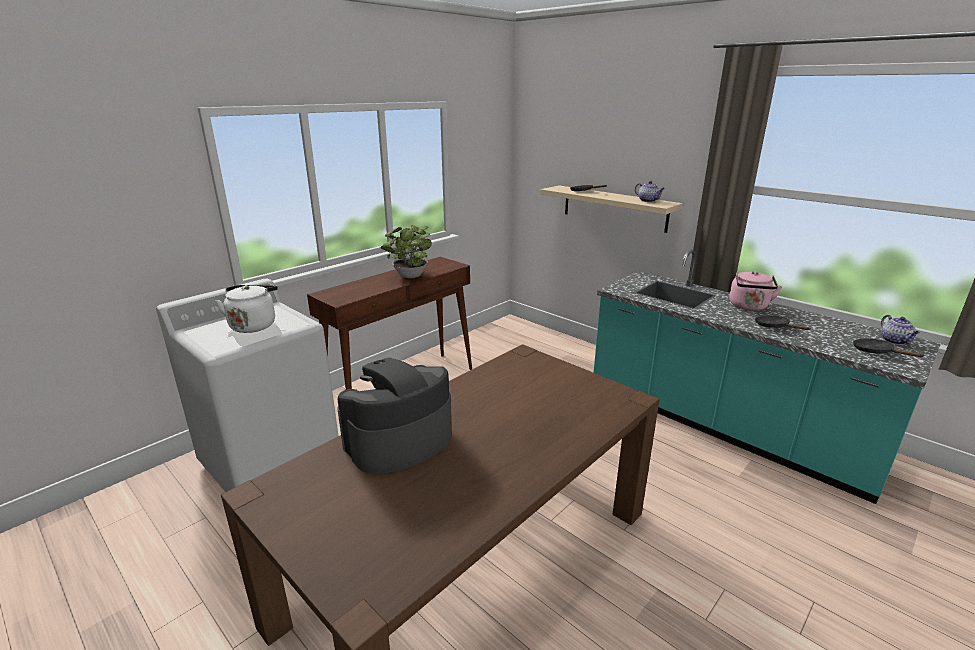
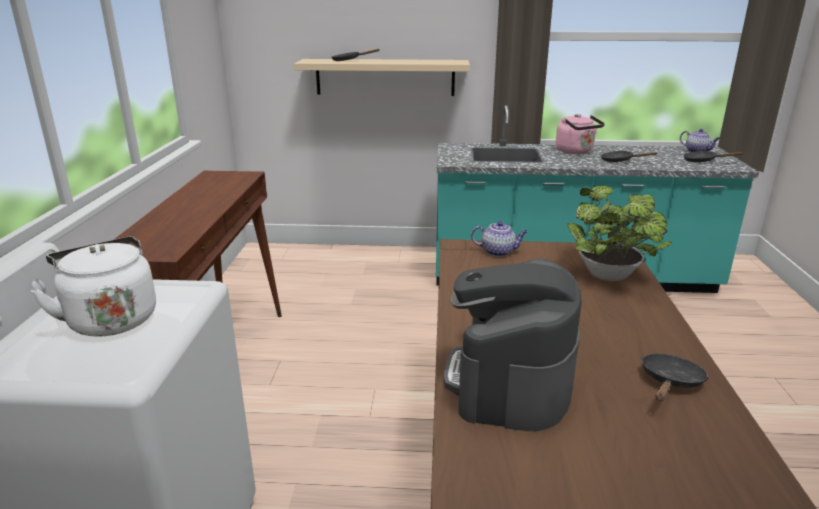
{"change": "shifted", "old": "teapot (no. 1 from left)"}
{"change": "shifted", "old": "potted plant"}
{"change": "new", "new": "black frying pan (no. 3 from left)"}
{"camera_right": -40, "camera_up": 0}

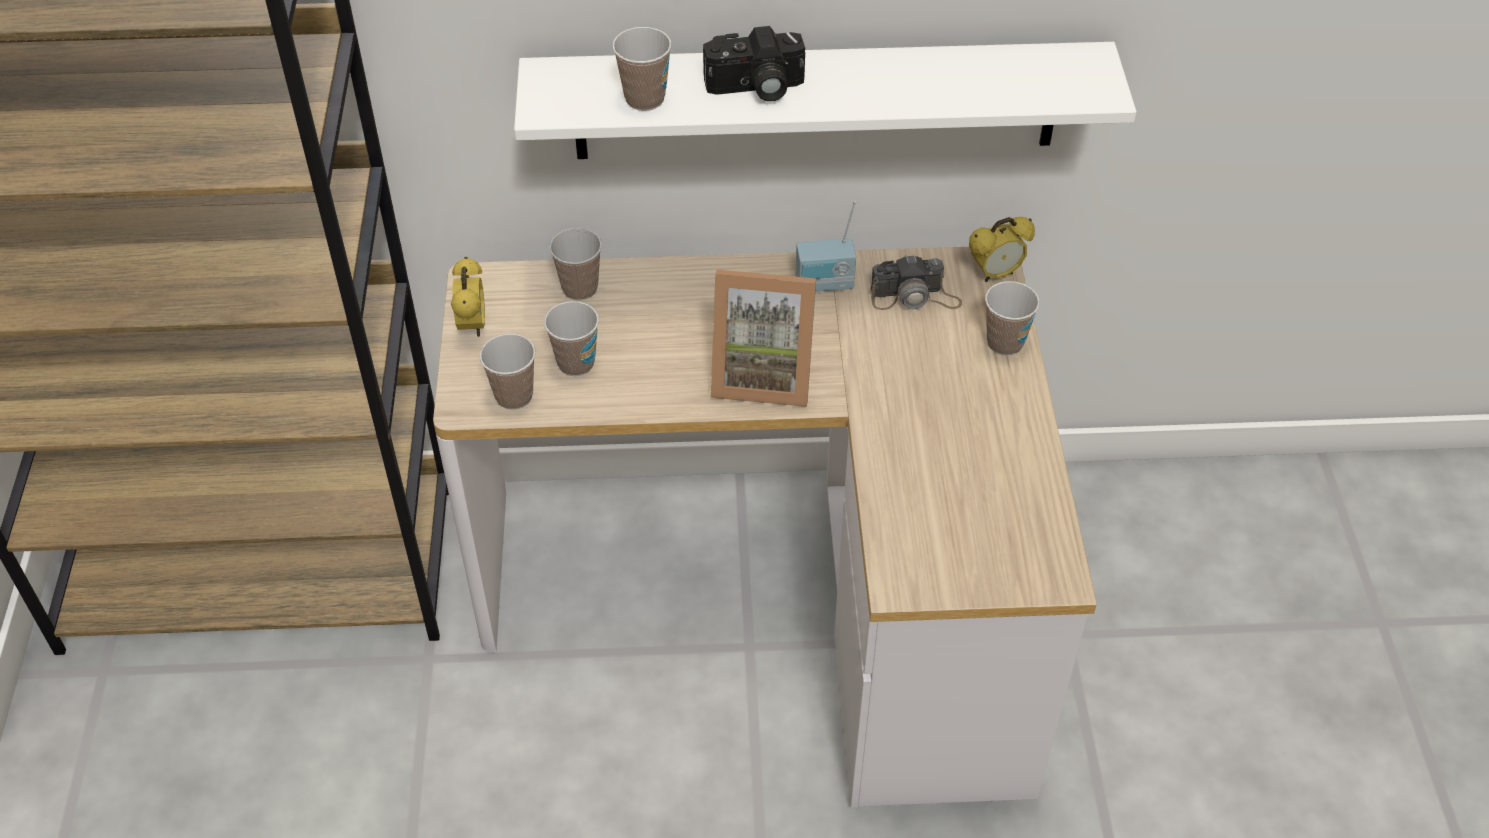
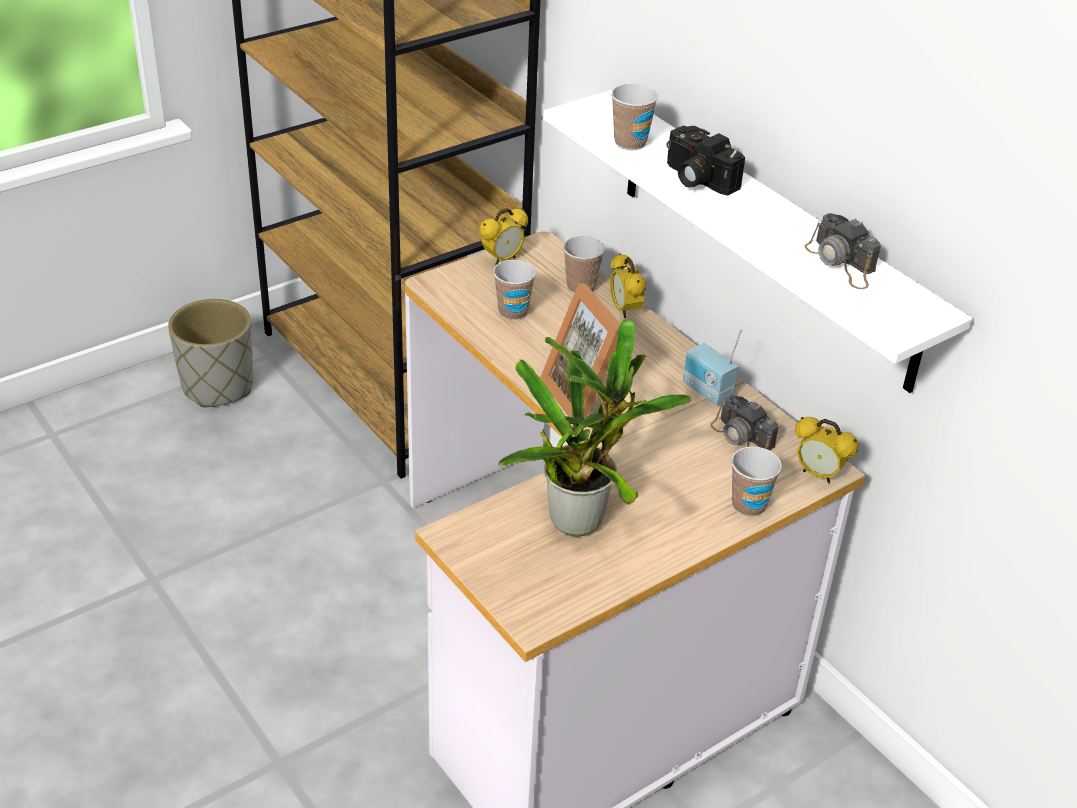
{"change": "new", "new": "grey planter"}
{"change": "new", "new": "potted plant"}
{"change": "new", "new": "alarm clock (no. 2 from left)"}
{"change": "new", "new": "photo camera (no. 3 from left)"}
{"change": "gone", "old": "cup (no. 1 from left)"}
{"camera_right": 55, "camera_up": -10}

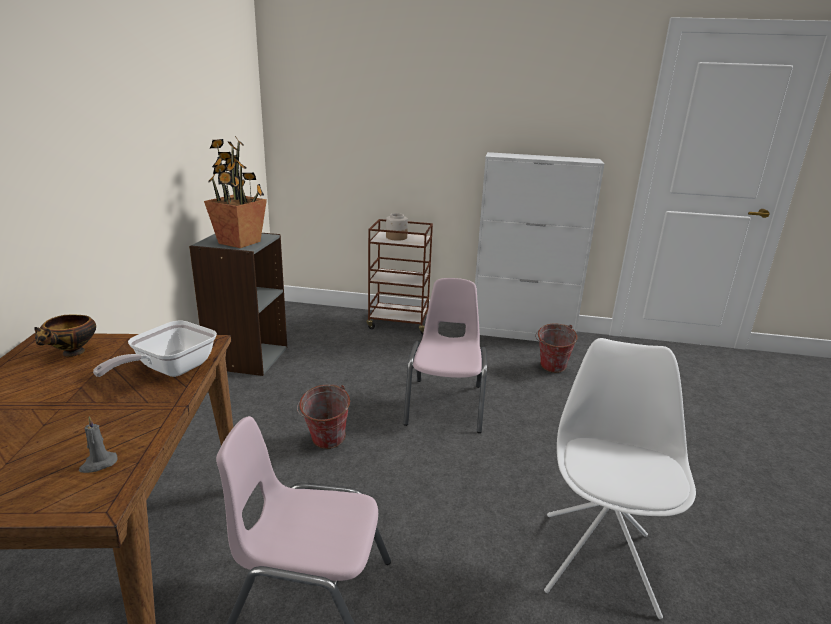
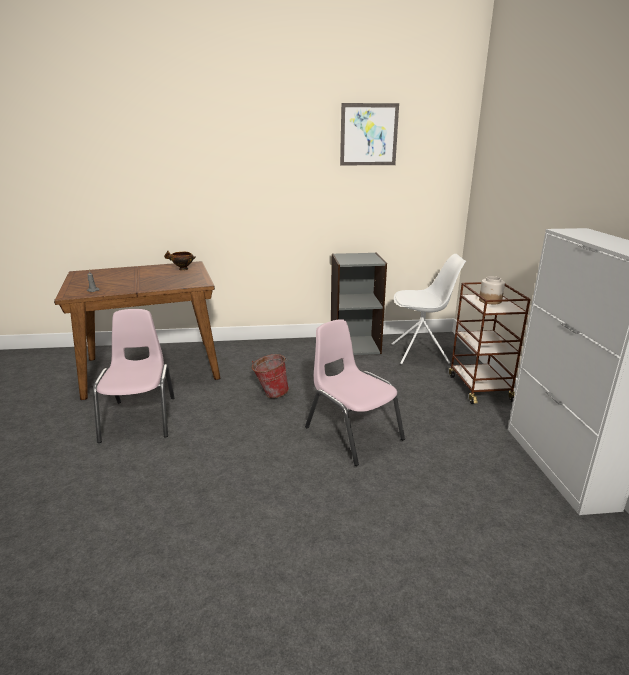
{"change": "rotated", "old": "pink chair (no. 2 from left)", "degrees": -120}
{"change": "new", "new": "picture"}
{"change": "shifted", "old": "white chair"}
{"change": "gone", "old": "frying pan"}
{"change": "gone", "old": "potted plant"}
{"change": "gone", "old": "bucket (no. 2 from left)"}
{"camera_right": 75, "camera_up": 0}

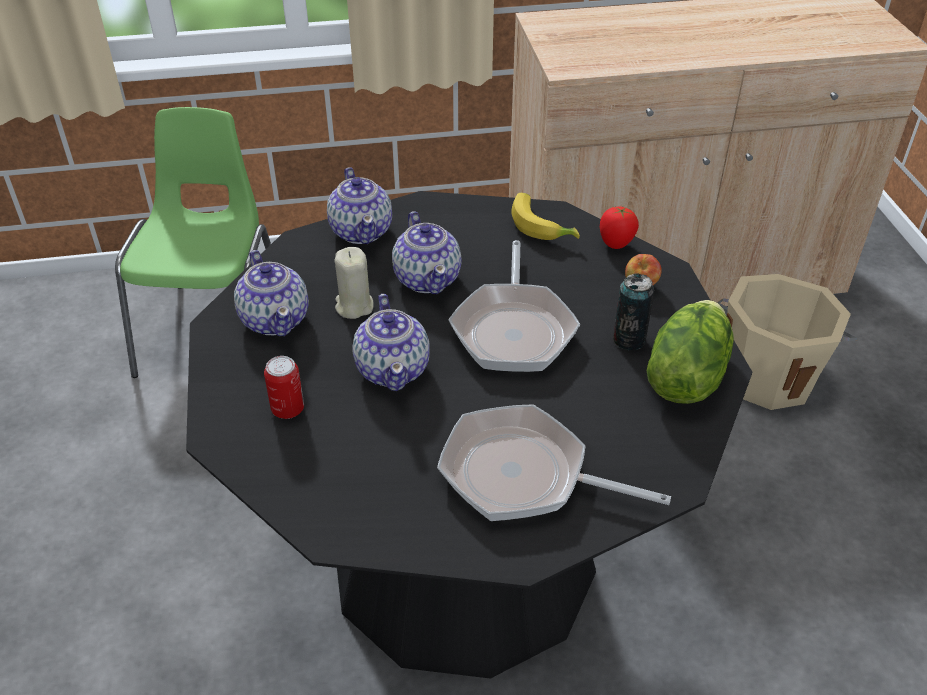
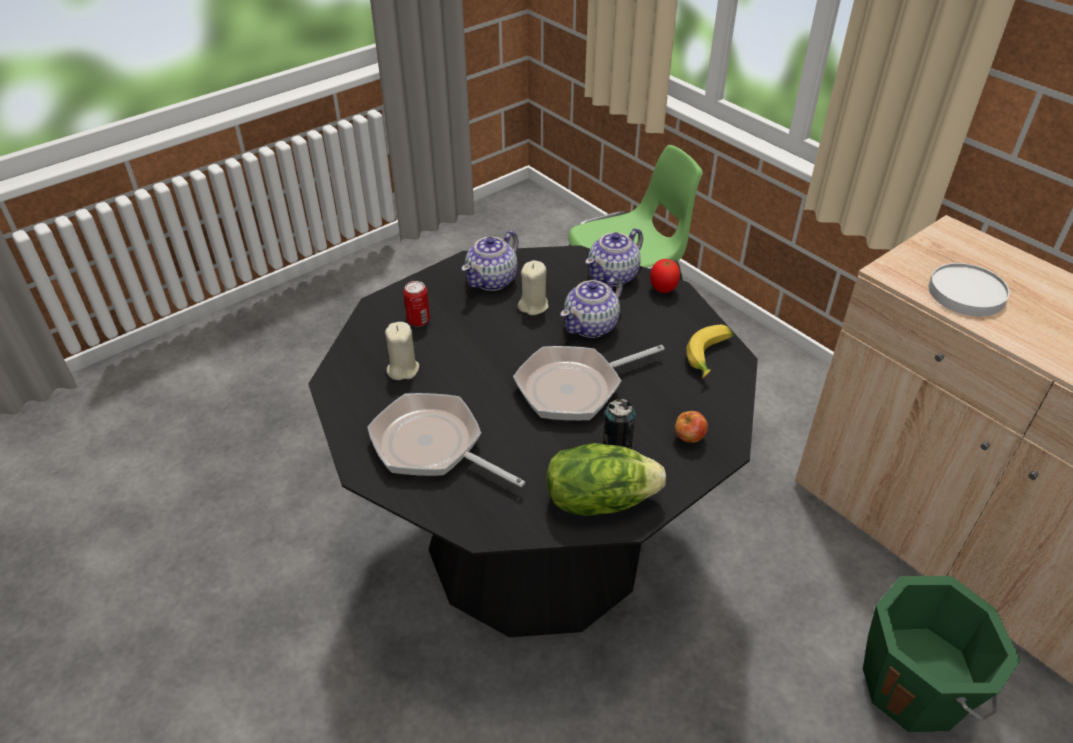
{"change": "rotated", "old": "frying pan (no. 2 from left in the first image)", "degrees": -45}
{"change": "new", "new": "beige candle (no. 1 from left)"}
{"change": "shifted", "old": "tomato"}
{"change": "repainted", "old": "beige bucket", "new": "green bucket"}
{"change": "new", "new": "white plate"}
{"change": "gone", "old": "teapot (no. 3 from left)"}
{"camera_right": 60, "camera_up": 0}

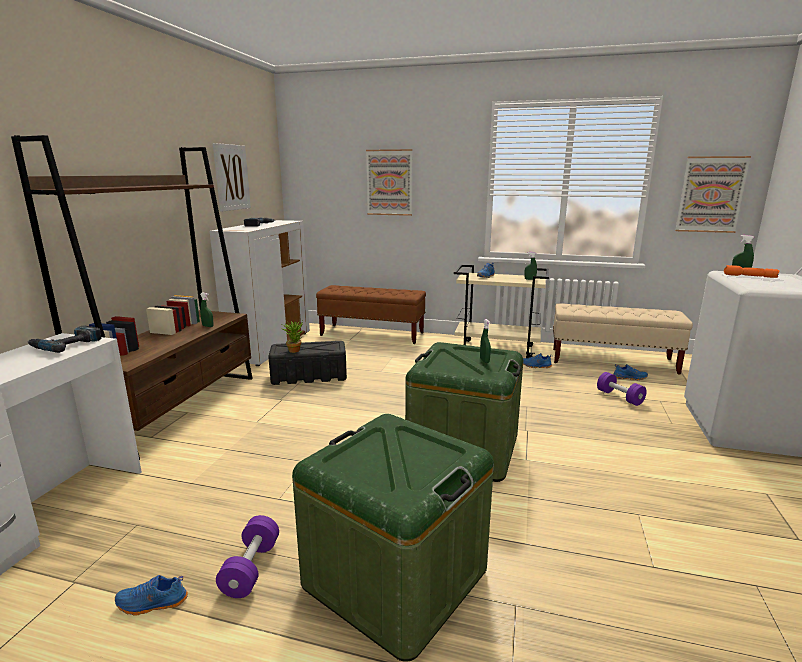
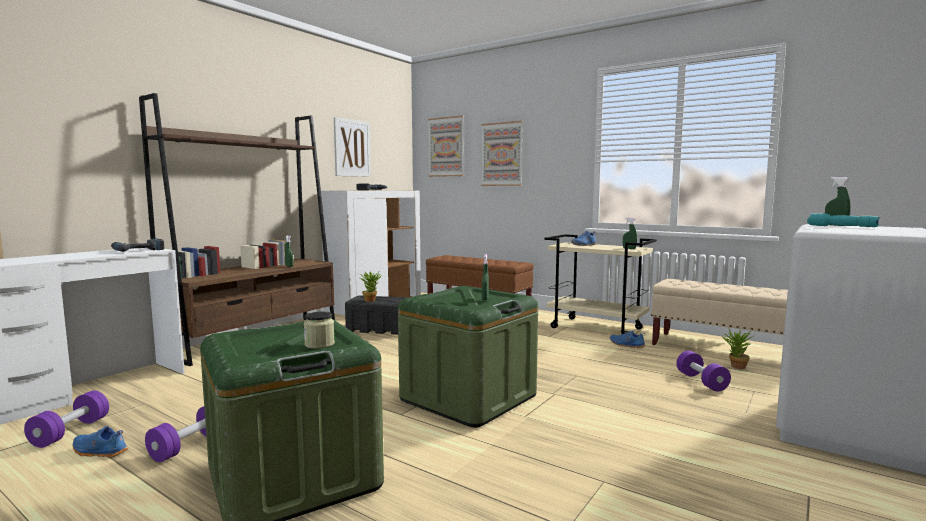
{"change": "new", "new": "purple dumbbell (no. 1 from left)"}
{"change": "new", "new": "jar"}
{"change": "shifted", "old": "picture (no. 3 from left in the first image)", "new": "picture (no. 2 from left)"}
{"change": "swapped", "old": "blue shoe (no. 4 from left)", "new": "potted plant (no. 2 from left)"}
{"change": "repainted", "old": "orange flashlight", "new": "turquoise flashlight"}
{"camera_right": 20, "camera_up": -10}

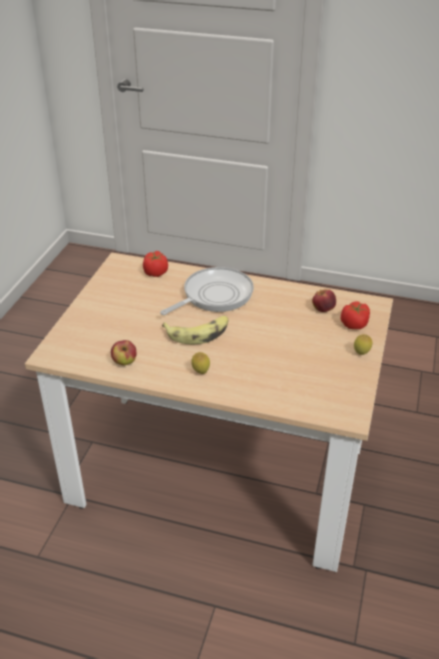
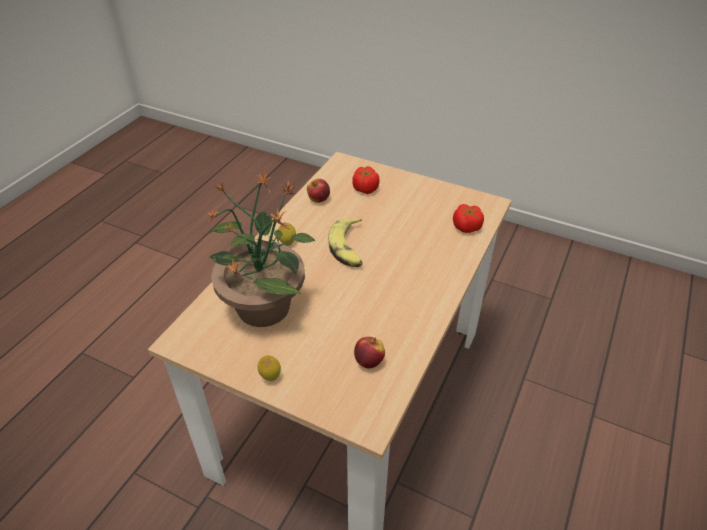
{"change": "new", "new": "potted plant"}
{"change": "shifted", "old": "tomato (no. 2 from left in the first image)", "new": "tomato (no. 1 from left)"}
{"change": "gone", "old": "frying pan"}
{"camera_right": 100, "camera_up": 5}

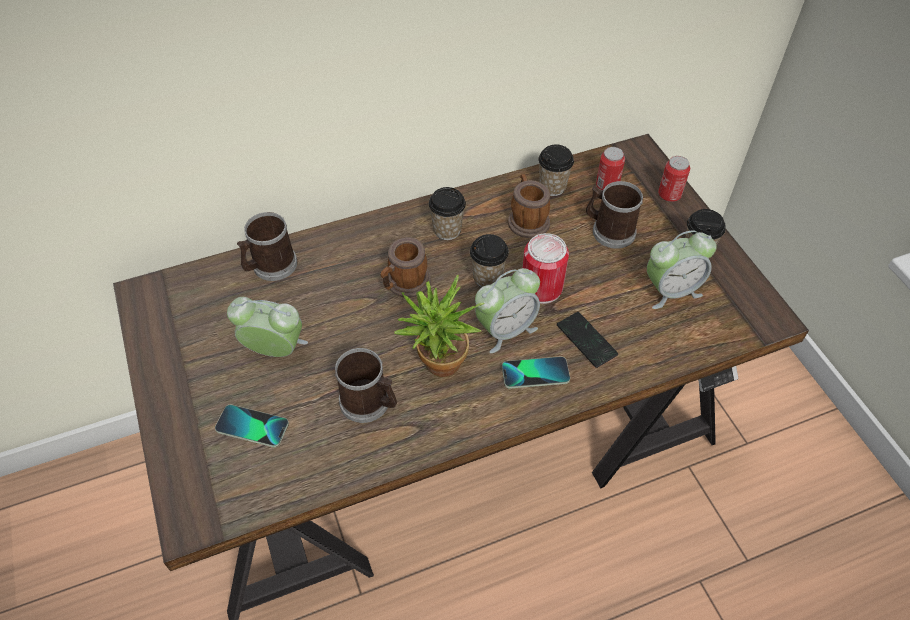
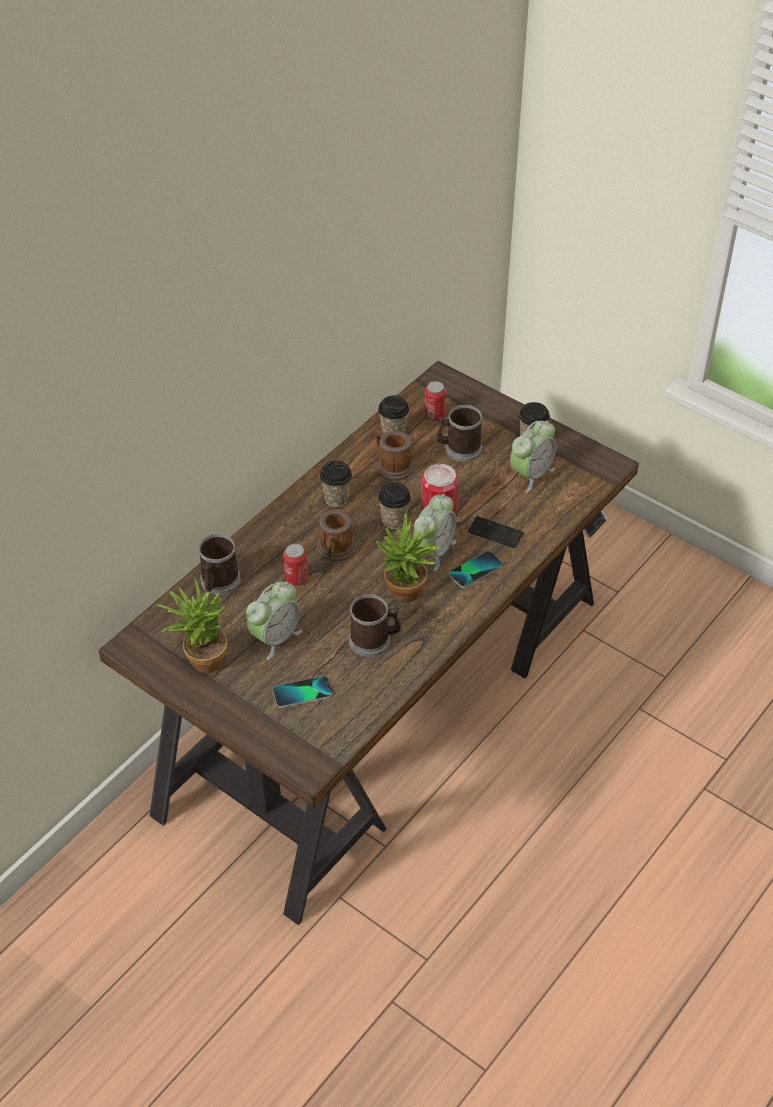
{"change": "new", "new": "potted plant (no. 1 from left)"}
{"change": "rotated", "old": "alarm clock (no. 1 from left)", "degrees": 150}
{"change": "shifted", "old": "can (no. 3 from left in the first image)", "new": "can (no. 1 from left)"}
{"camera_right": -30, "camera_up": -5}

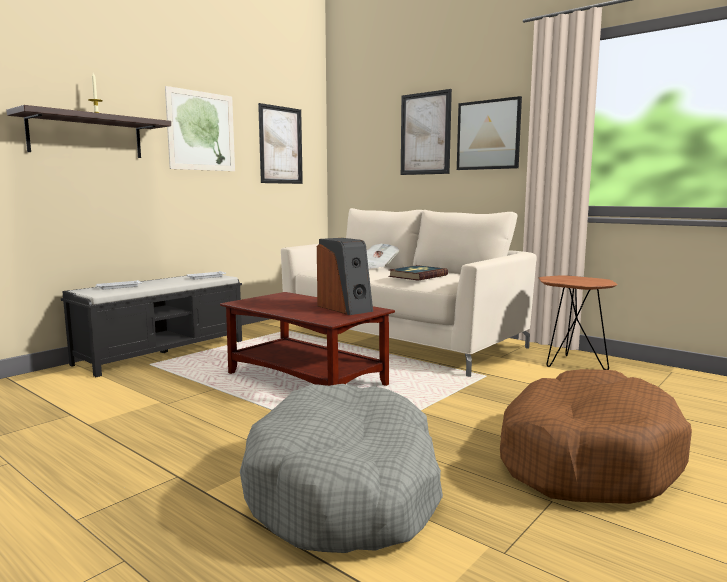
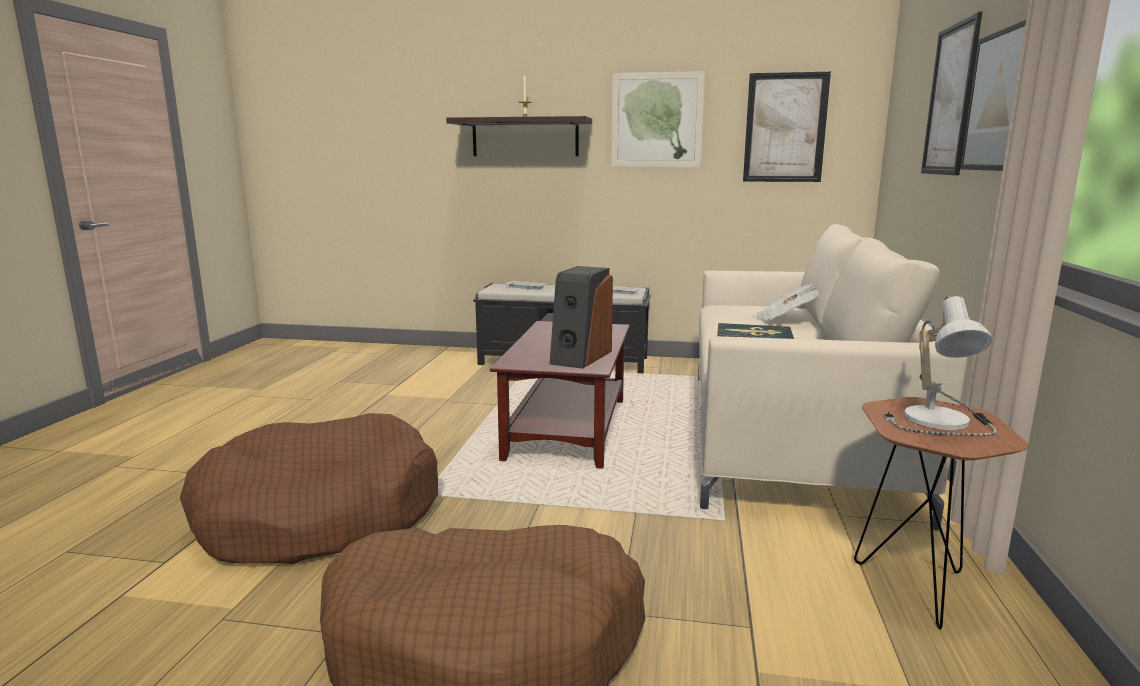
{"change": "repainted", "old": "grey dog bed", "new": "brown dog bed (no. 1 from left)"}
{"change": "new", "new": "table lamp"}
{"camera_right": 60, "camera_up": 5}

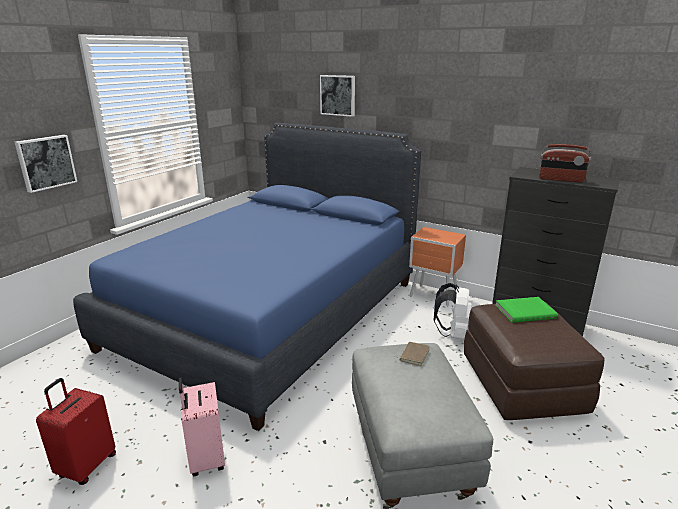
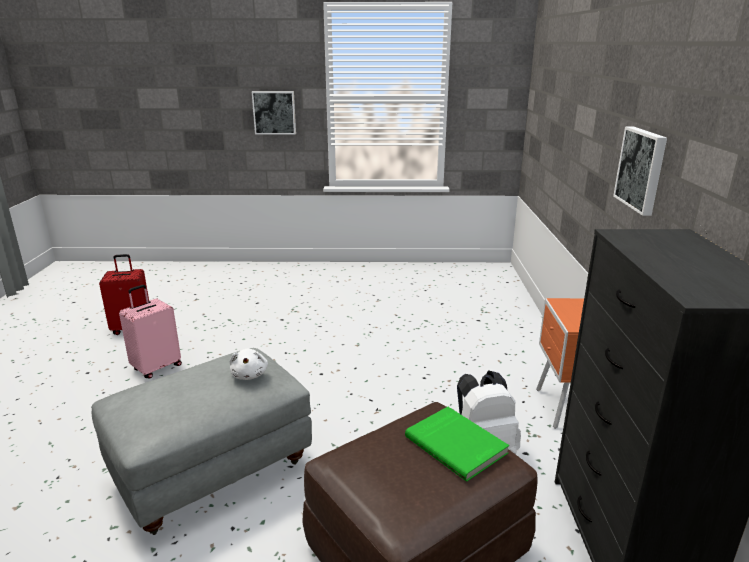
{"change": "swapped", "old": "brown book", "new": "white plush toy"}
{"change": "shifted", "old": "picture (no. 2 from left)"}
{"change": "gone", "old": "blue bed"}
{"change": "gone", "old": "radio"}
{"camera_right": 60, "camera_up": 0}

